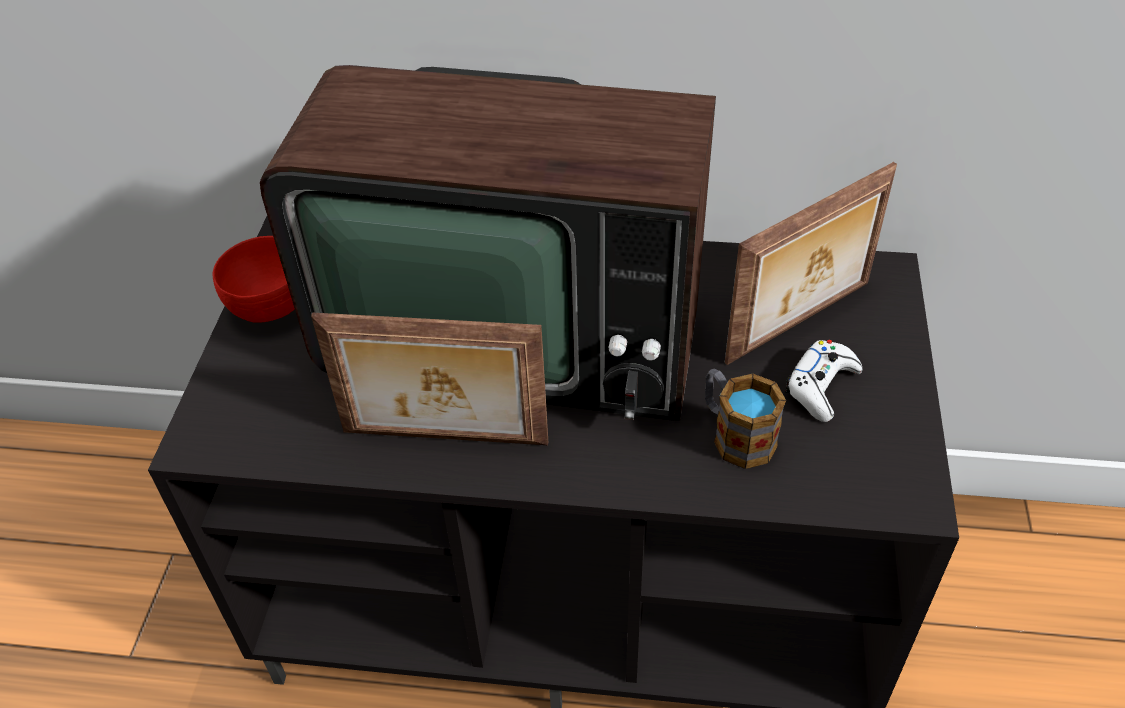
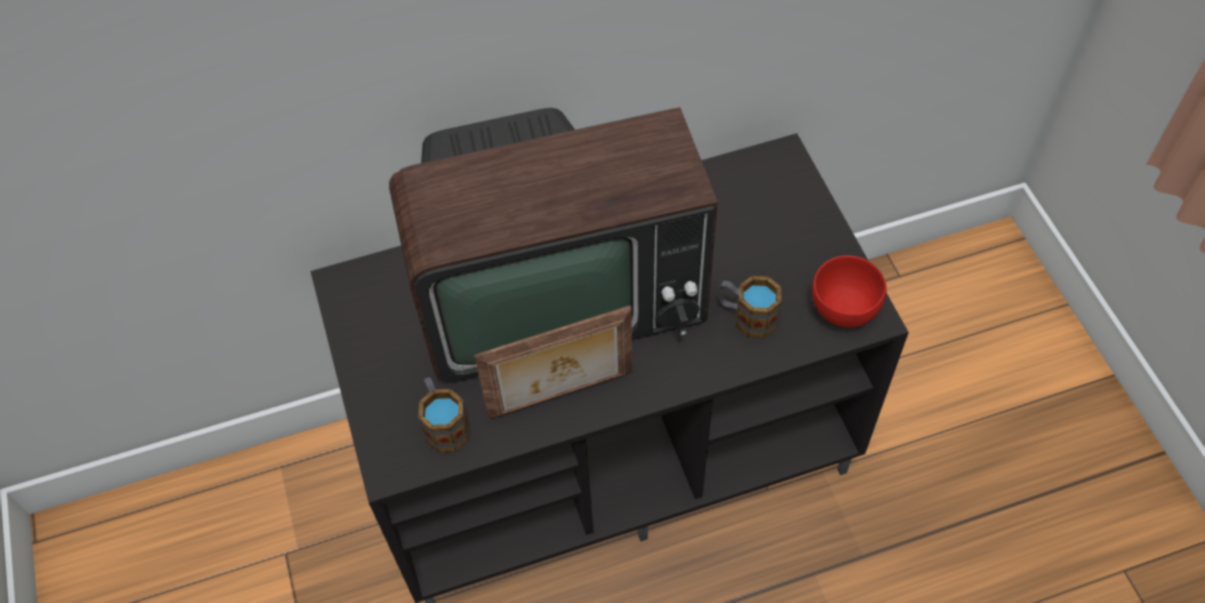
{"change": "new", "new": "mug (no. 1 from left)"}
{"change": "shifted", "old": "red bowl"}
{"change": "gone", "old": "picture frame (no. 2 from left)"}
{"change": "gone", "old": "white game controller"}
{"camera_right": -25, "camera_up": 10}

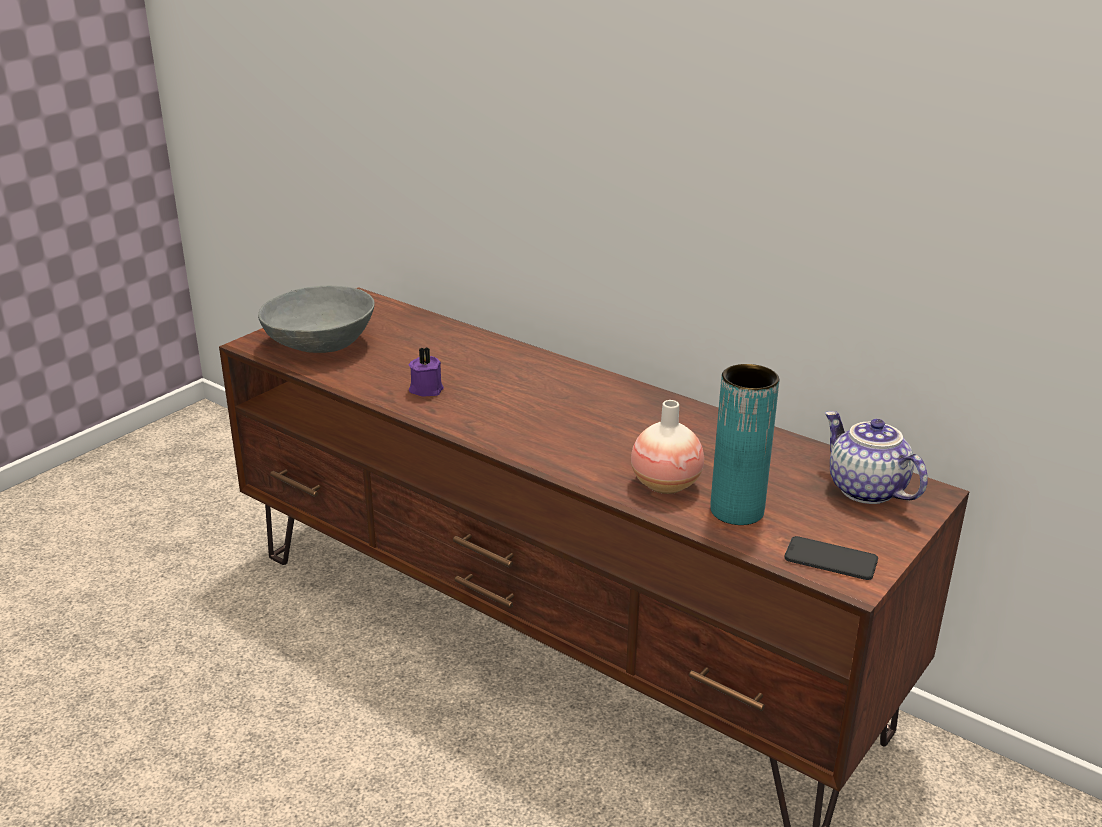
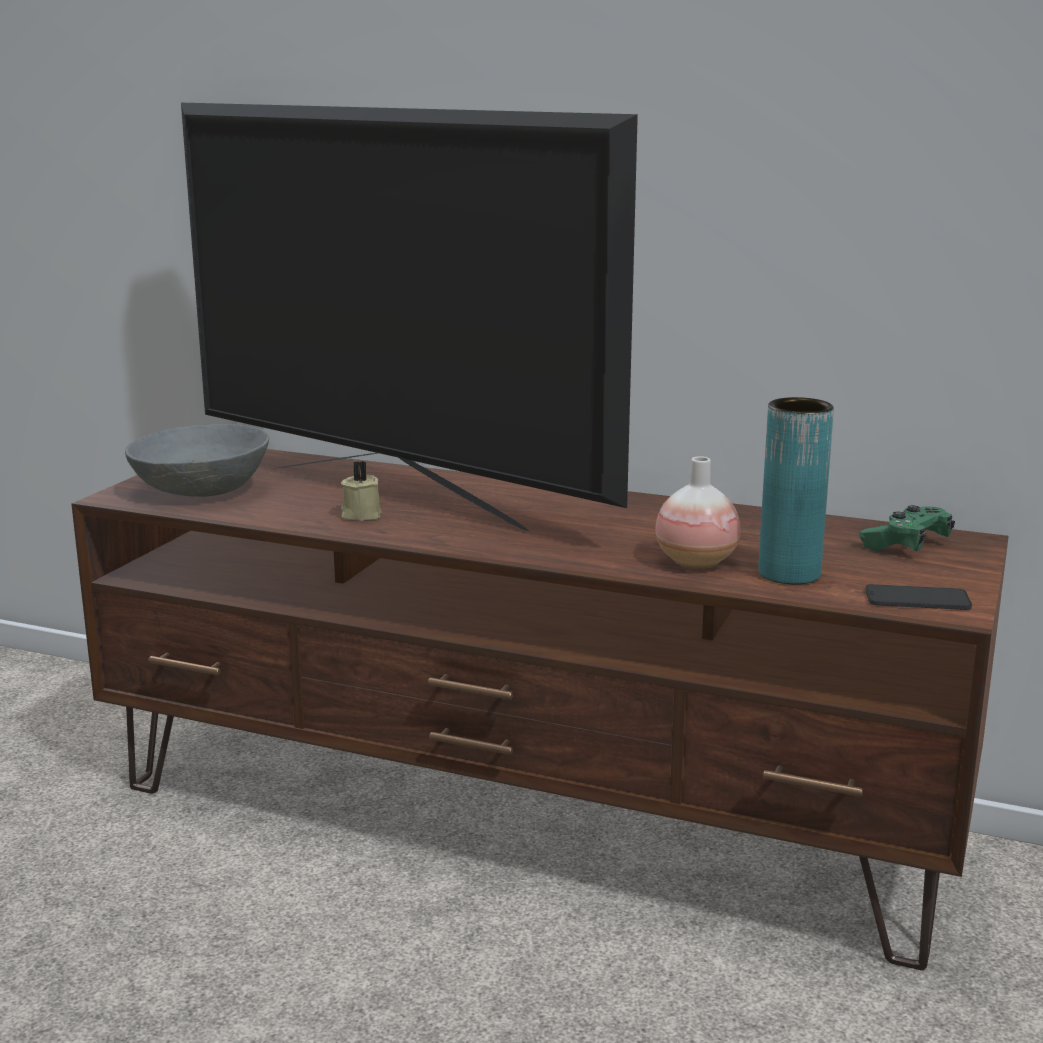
{"change": "new", "new": "television"}
{"change": "repainted", "old": "purple candle", "new": "beige candle"}
{"change": "swapped", "old": "teapot", "new": "green game controller"}
{"camera_right": -15, "camera_up": -10}

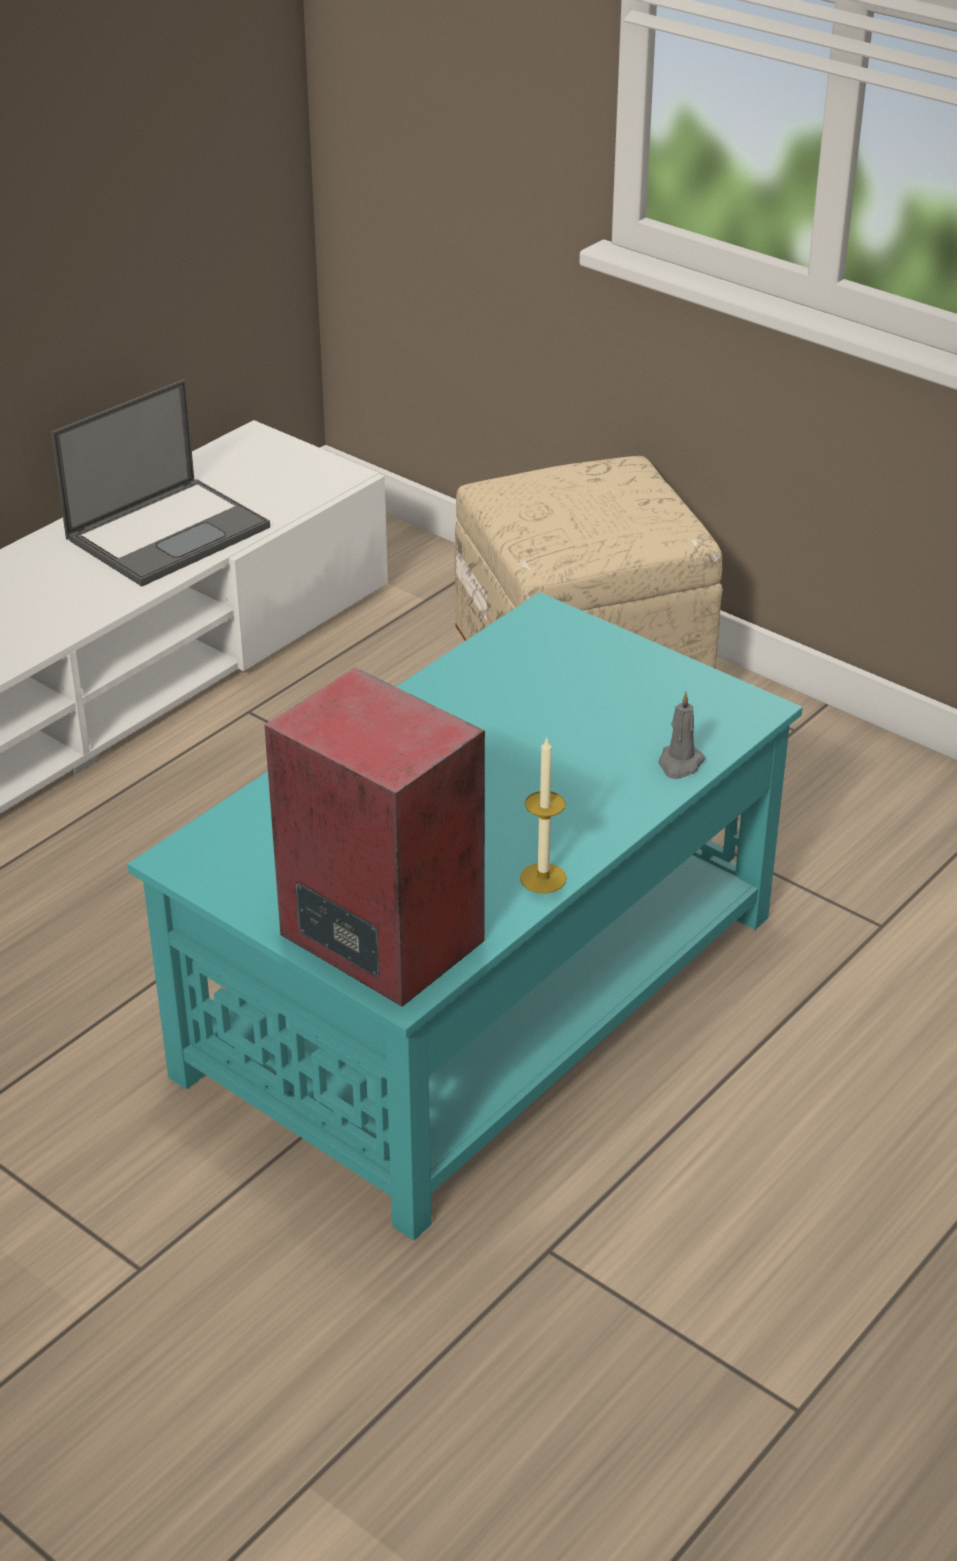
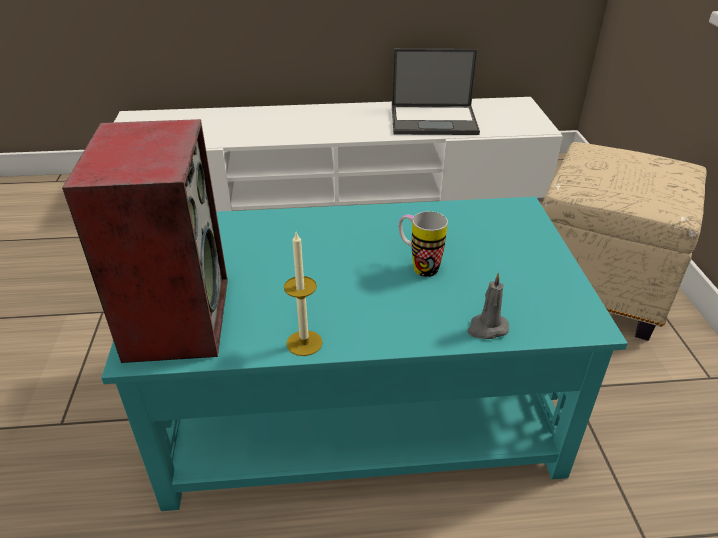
{"change": "new", "new": "mug"}
{"camera_right": 45, "camera_up": 0}

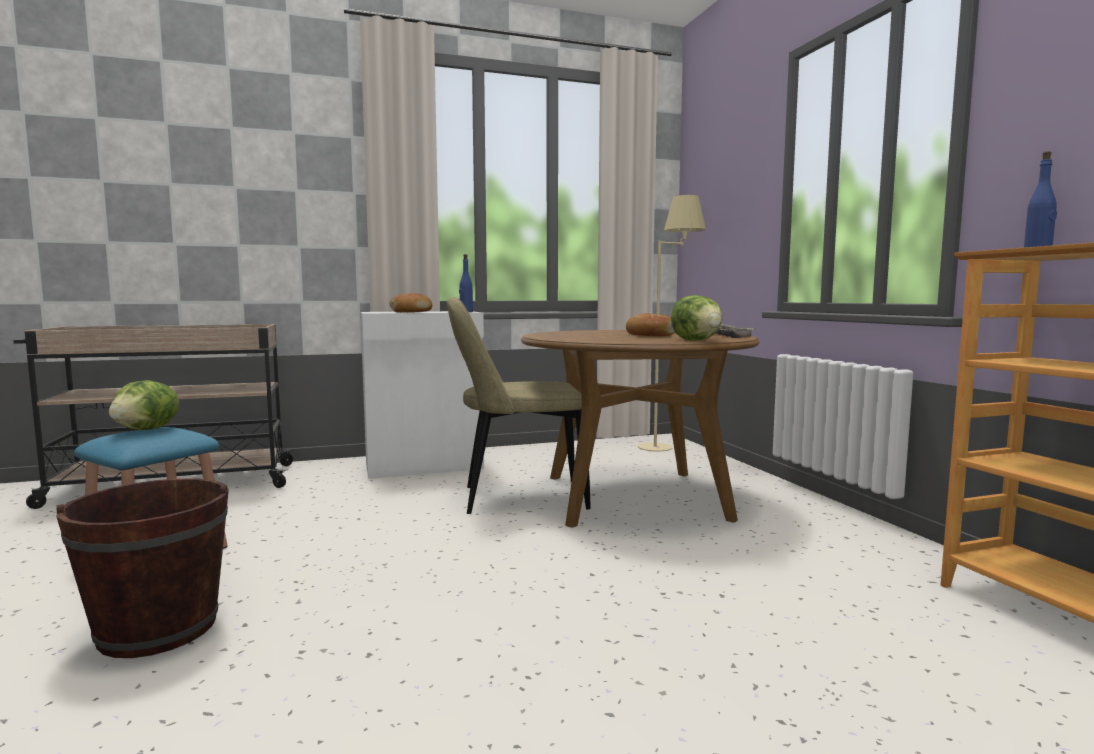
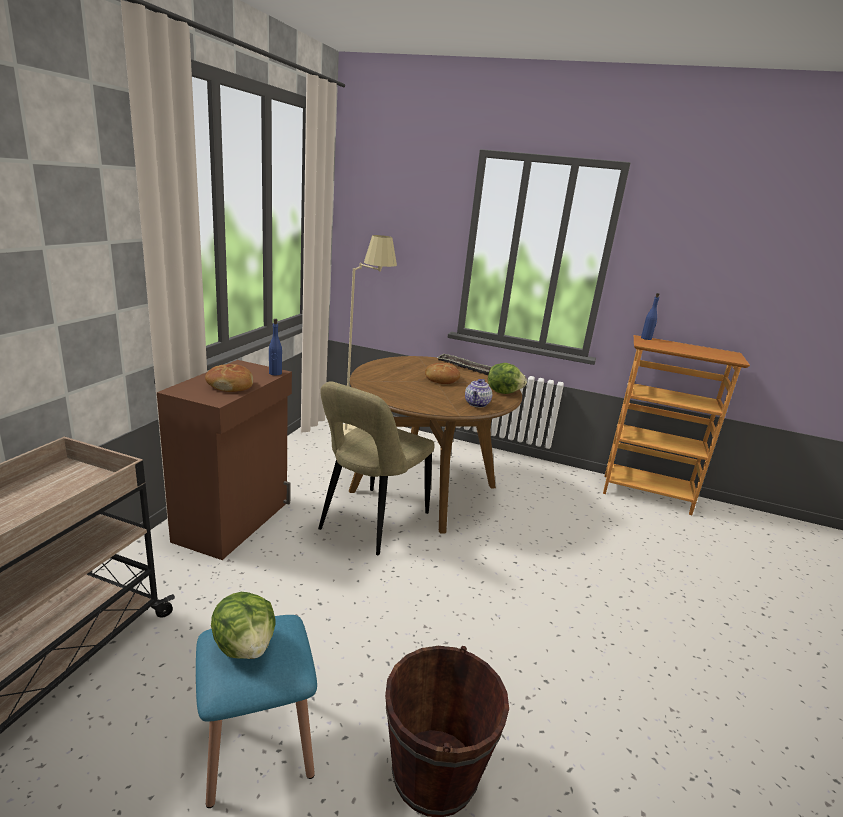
{"change": "repainted", "old": "white cabinet", "new": "brown cabinet"}
{"change": "new", "new": "teapot"}
{"camera_right": -55, "camera_up": 15}

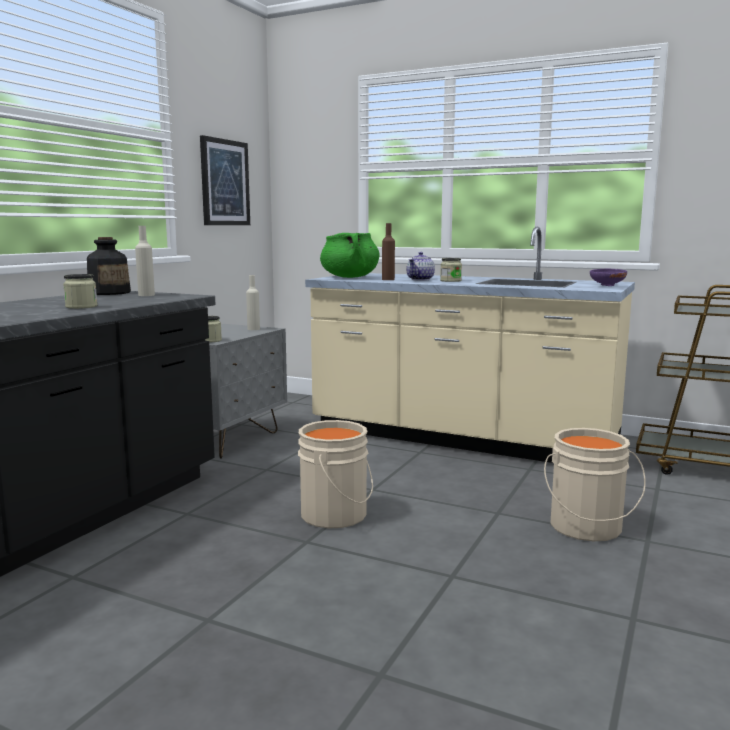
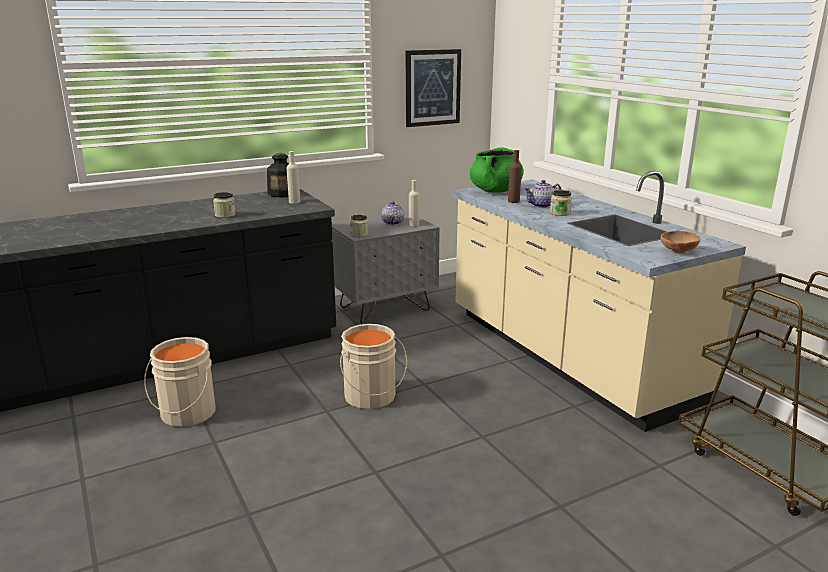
{"change": "shifted", "old": "beige bucket (no. 2 from left in the first image)", "new": "beige bucket (no. 1 from left)"}
{"change": "new", "new": "teapot (no. 1 from left)"}
{"change": "repainted", "old": "purple bowl", "new": "brown bowl"}
{"camera_right": 35, "camera_up": 10}

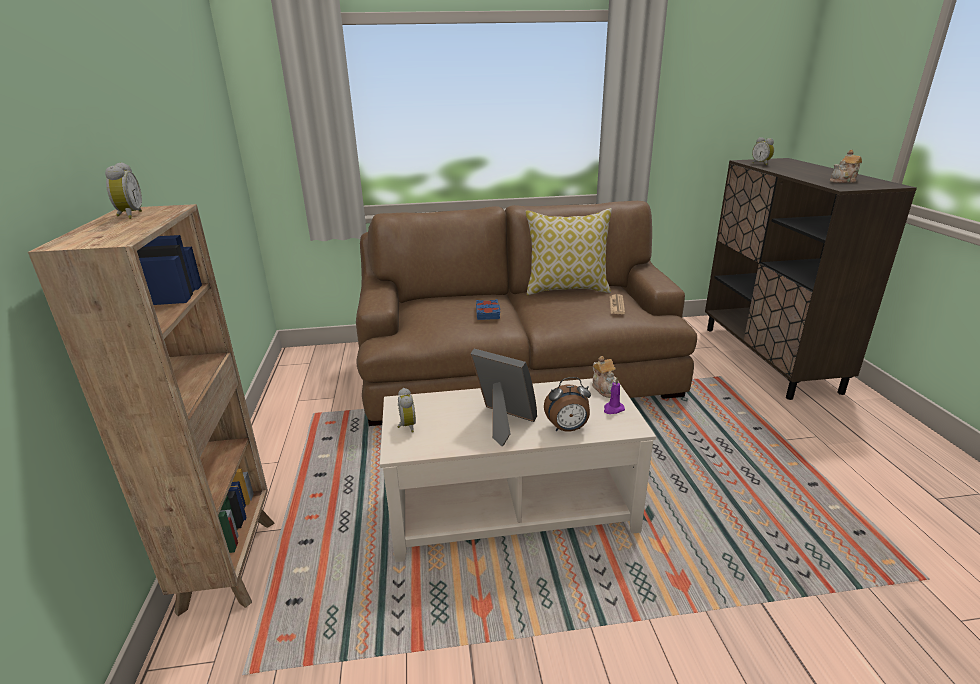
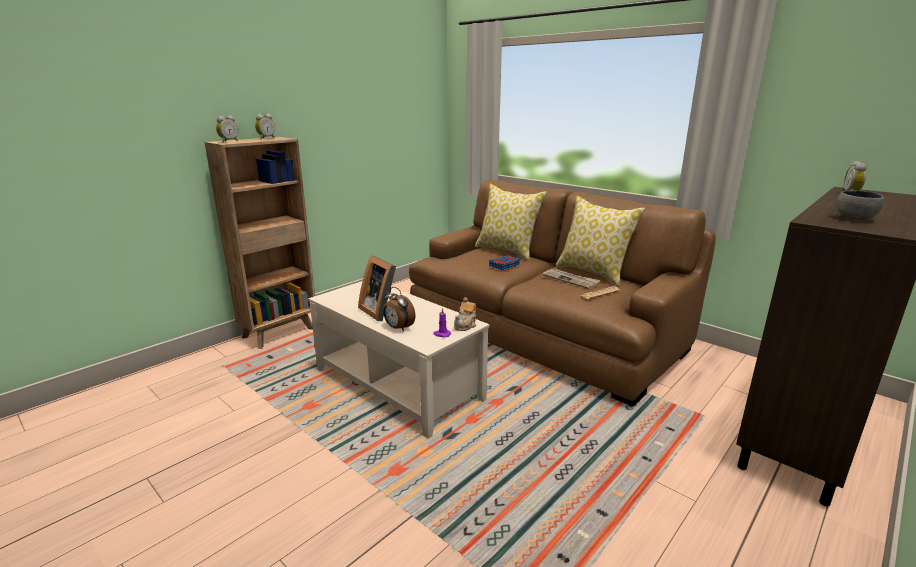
{"change": "shifted", "old": "alarm clock (no. 2 from left in the first image)", "new": "alarm clock (no. 1 from left)"}
{"change": "rotated", "old": "picture frame", "degrees": 150}
{"change": "new", "new": "pillow (no. 1 from left)"}
{"change": "new", "new": "newspaper (no. 1 from left)"}
{"change": "swapped", "old": "teapot (no. 2 from left)", "new": "grey bowl"}
{"camera_right": 50, "camera_up": -5}

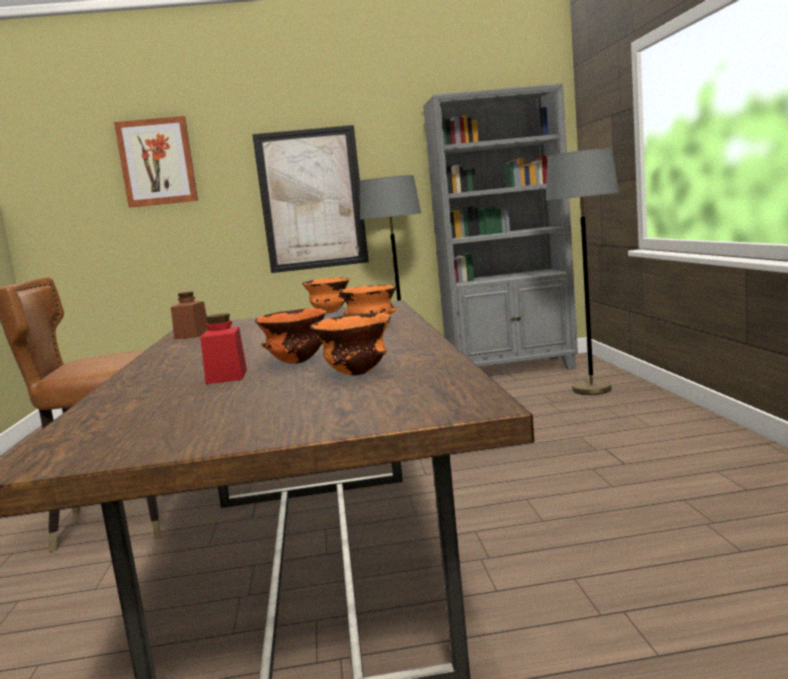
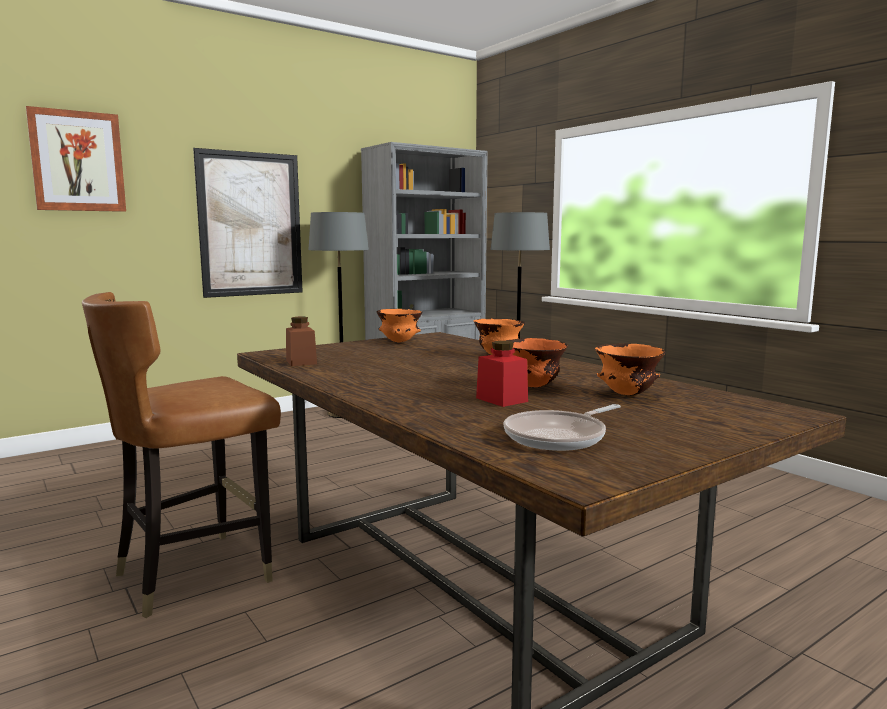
{"change": "new", "new": "frying pan"}
{"camera_right": -30, "camera_up": 0}

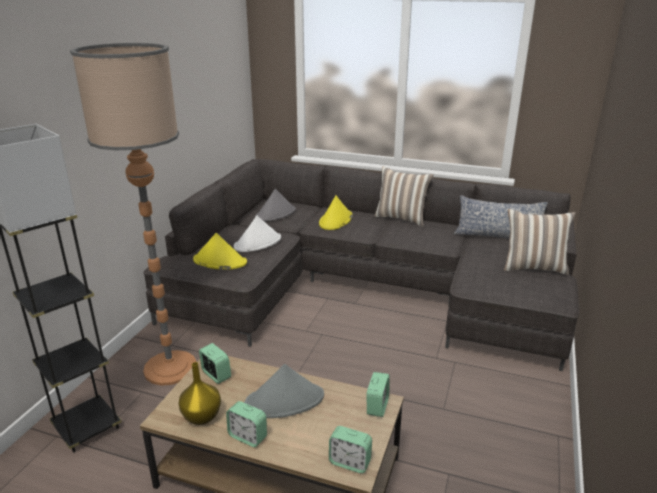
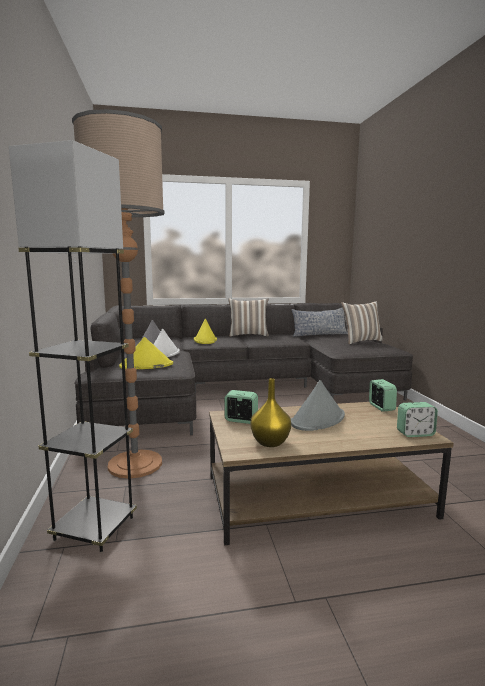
{"change": "gone", "old": "alarm clock (no. 2 from left)"}
{"camera_right": -30, "camera_up": -15}

